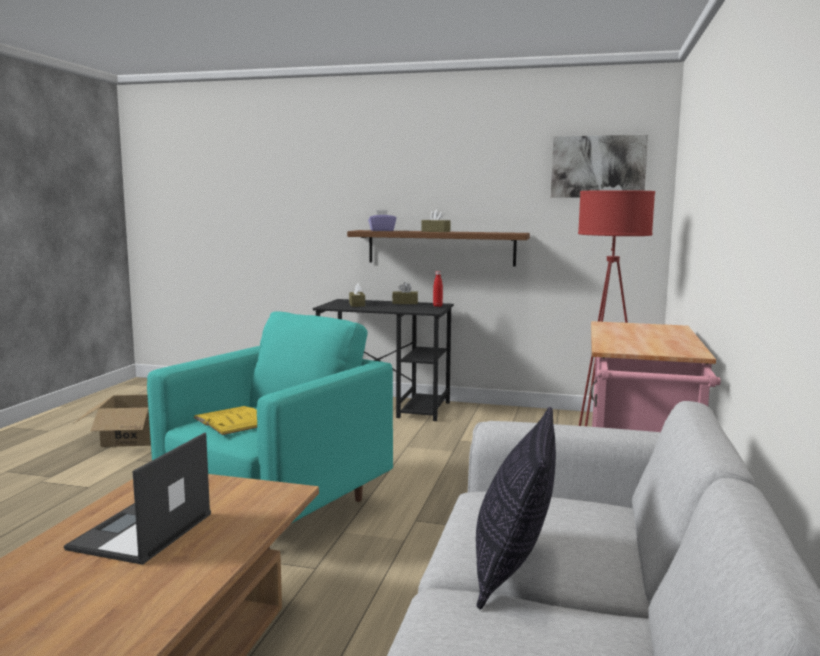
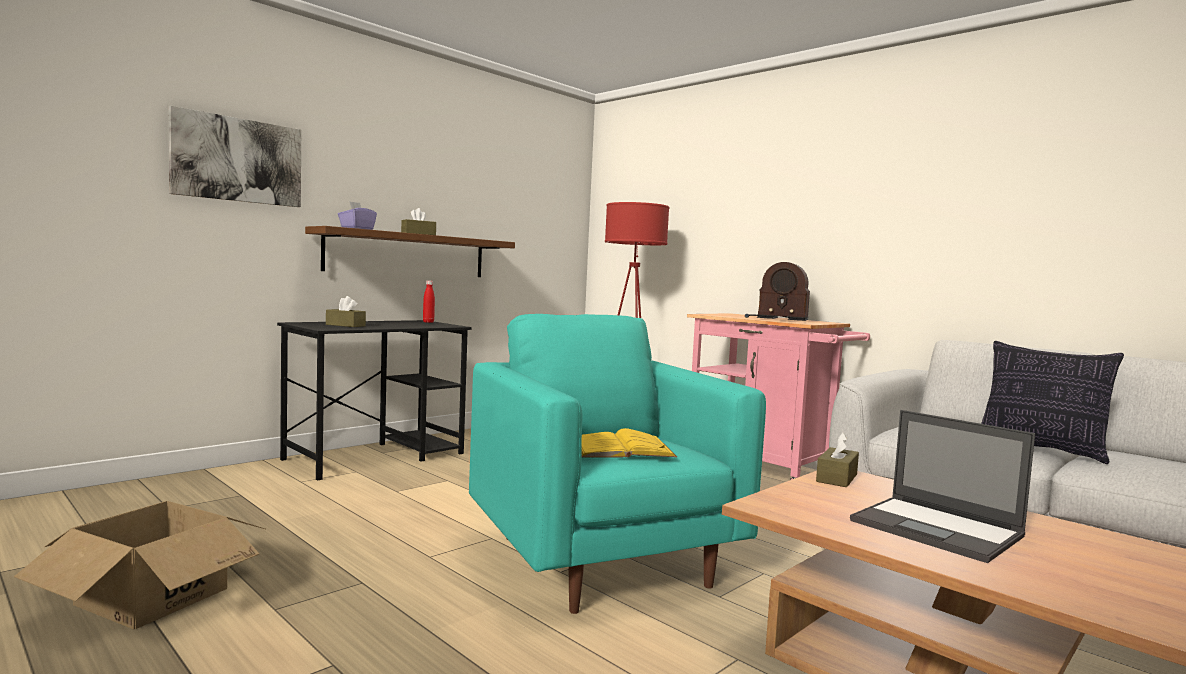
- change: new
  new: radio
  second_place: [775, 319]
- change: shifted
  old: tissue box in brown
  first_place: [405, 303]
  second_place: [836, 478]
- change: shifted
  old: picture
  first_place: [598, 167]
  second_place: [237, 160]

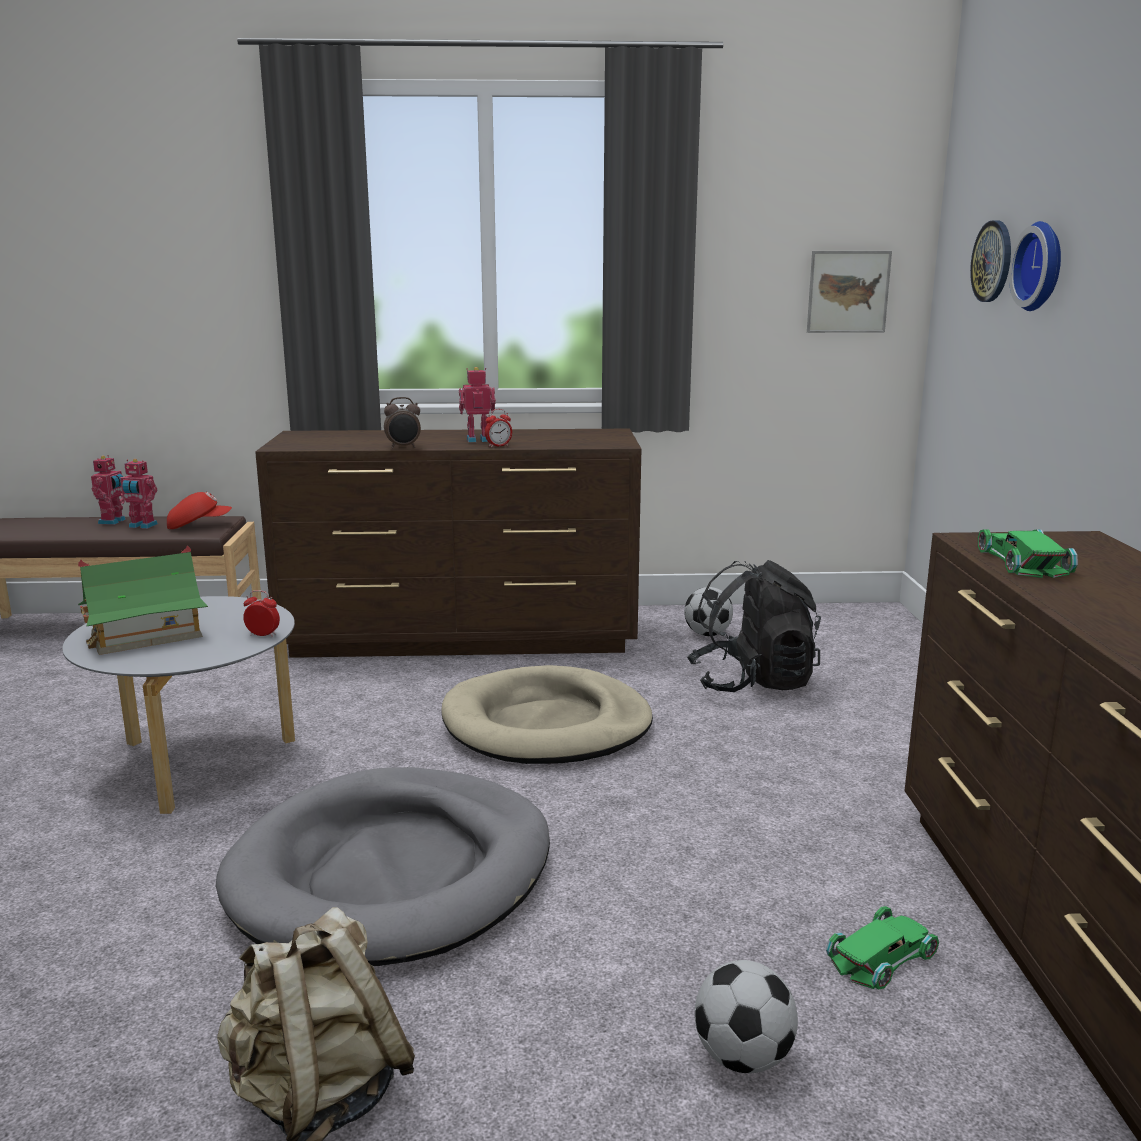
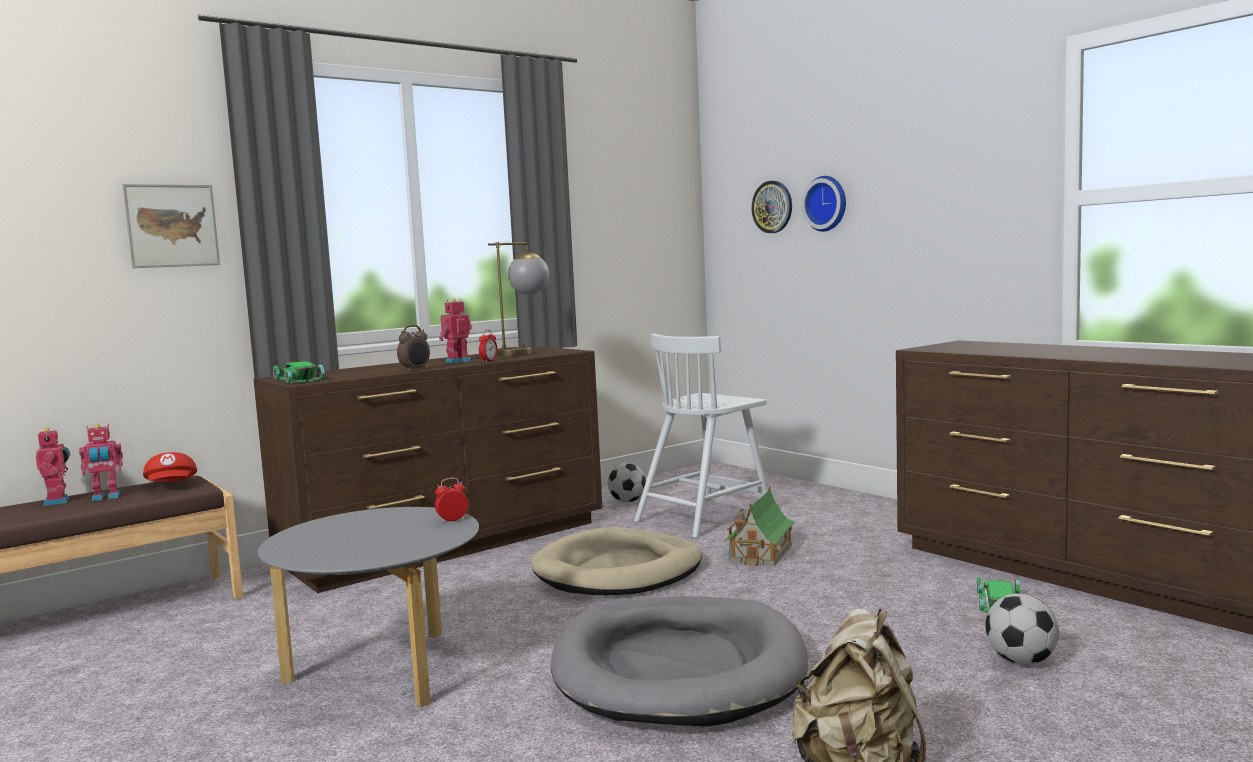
- change: new
  new: table lamp
  second_place: [525, 353]
- change: shifted
  old: toy house
  first_place: [145, 635]
  second_place: [761, 553]
- change: shifted
  old: picture
  first_place: [848, 291]
  second_place: [172, 225]
- change: shifted
  old: toy car in green
  first_place: [1024, 562]
  second_place: [299, 379]
- change: swapped
  old: backpack in black
  new: chair in white
  first_place: [752, 683]
  second_place: [705, 516]
- change: rotated
  old: cap in red
  first_place: [198, 525]
  second_place: [172, 486]
  degrees: 120

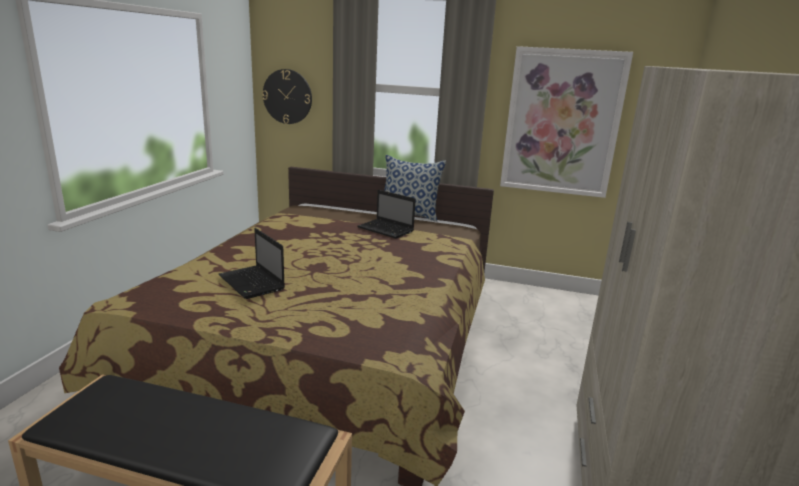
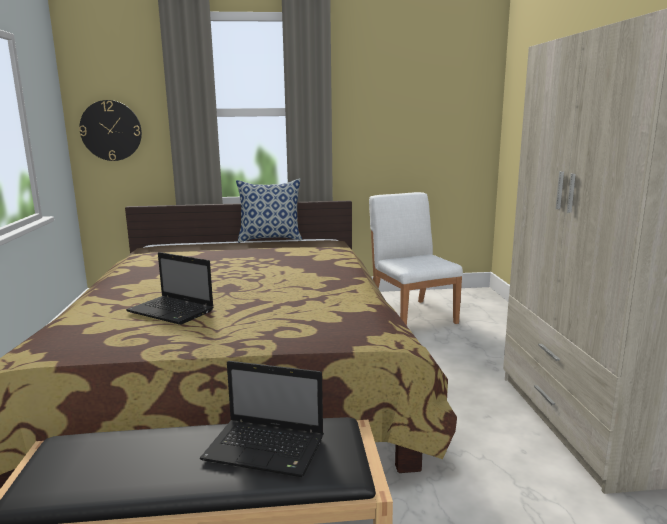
- change: gone
  old: picture
  first_place: [561, 123]
- change: new
  new: chair in white
  second_place: [412, 315]
- change: shifted
  old: laptop
  first_place: [386, 230]
  second_place: [267, 449]

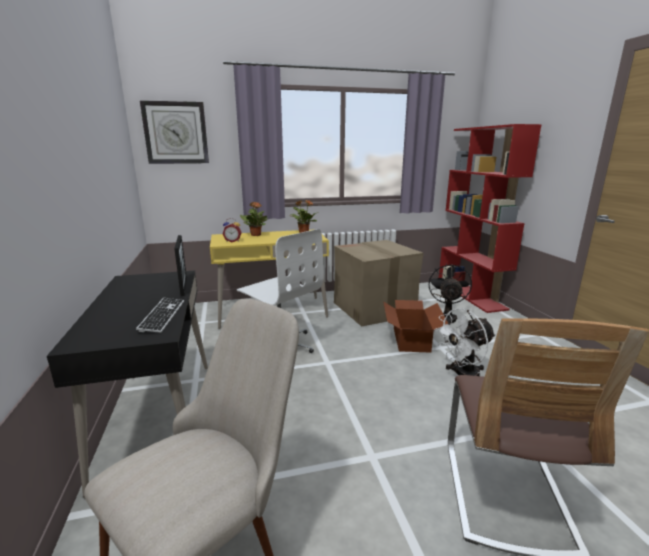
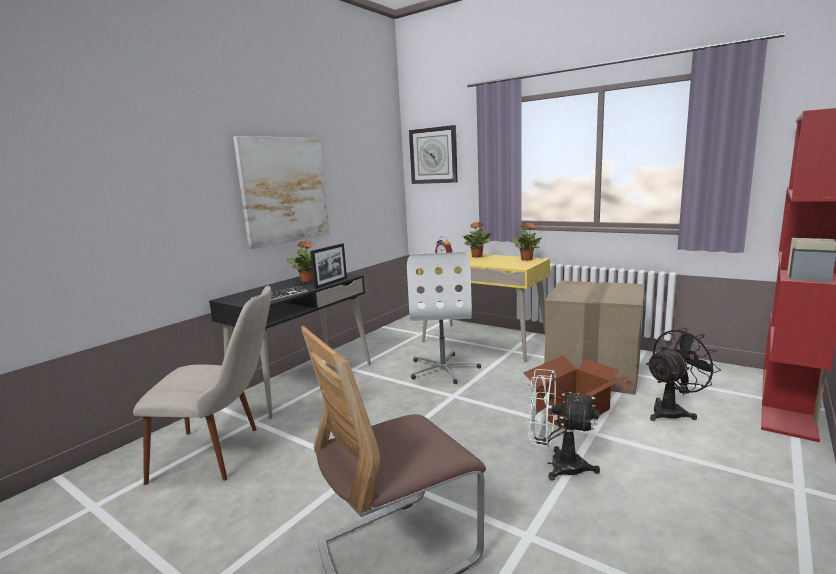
- change: new
  new: picture
  second_place: [284, 190]
- change: new
  new: potted plant
  second_place: [307, 281]

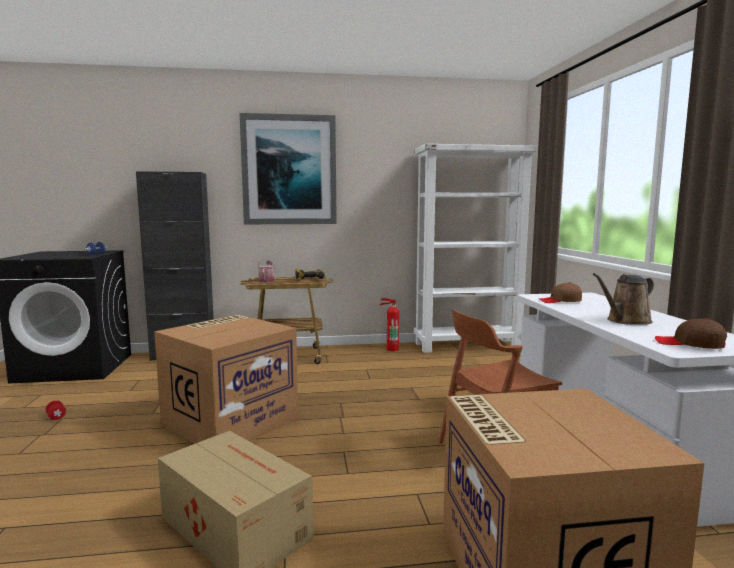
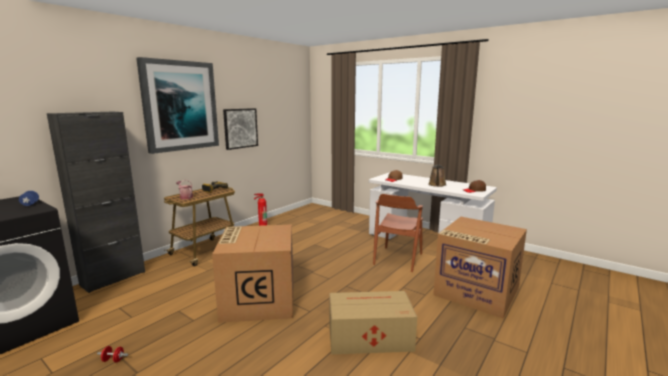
- change: gone
  old: bookcase in white
  first_place: [468, 345]
- change: new
  new: picture
  second_place: [240, 128]

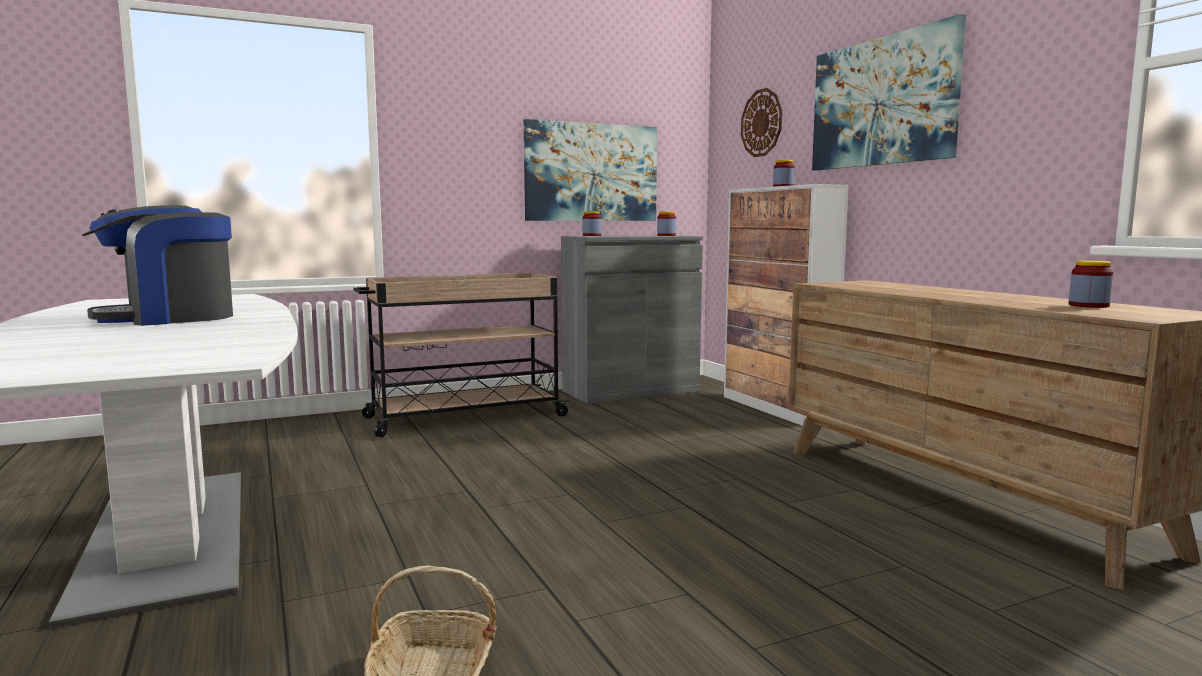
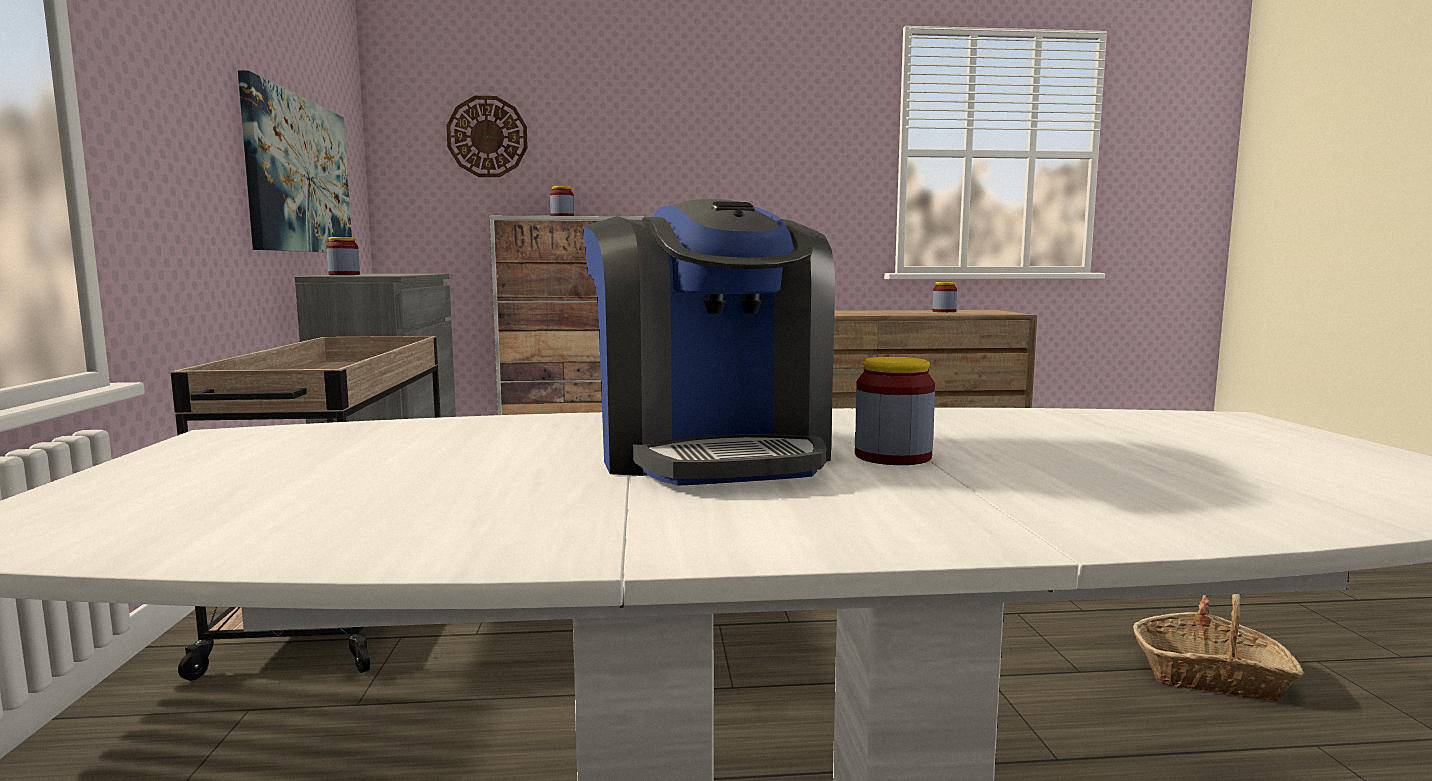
- change: gone
  old: picture
  first_place: [882, 102]
- change: shifted
  old: jar
  first_place: [666, 235]
  second_place: [893, 456]

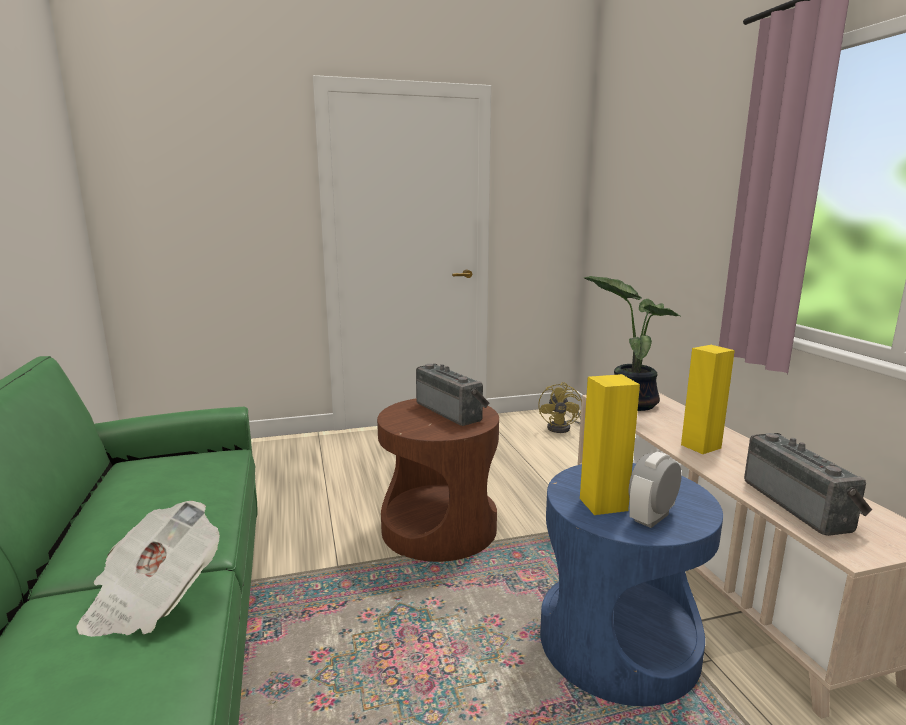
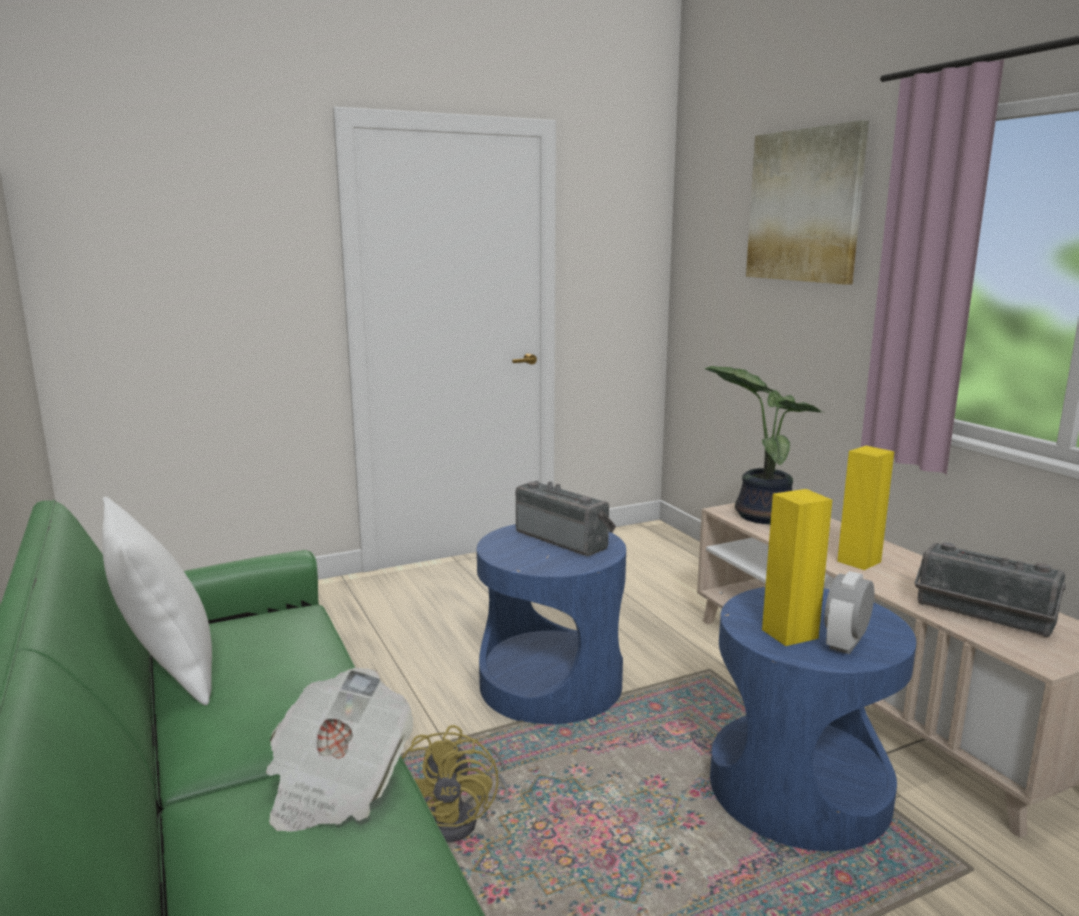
- change: new
  new: pillow in white
  second_place: [167, 670]
- change: new
  new: picture
  second_place: [804, 206]
- change: shifted
  old: fan in yellow
  first_place: [562, 428]
  second_place: [461, 819]
- change: repainted
  old: side table in brown
  new: side table in blue
  first_place: [439, 528]
  second_place: [551, 684]
- change: rotated
  old: radio
  first_place: [800, 505]
  second_place: [982, 617]
  degrees: 150

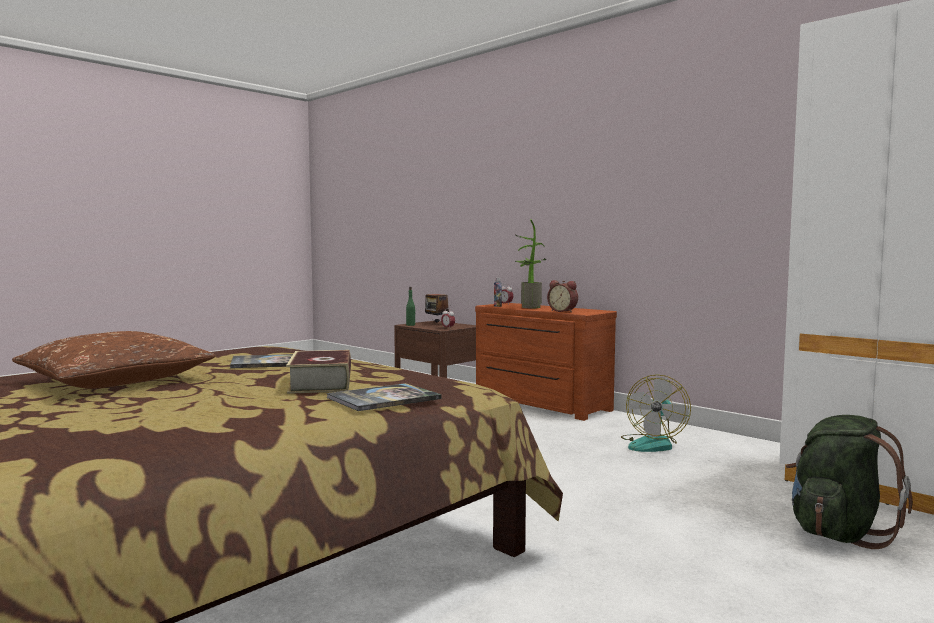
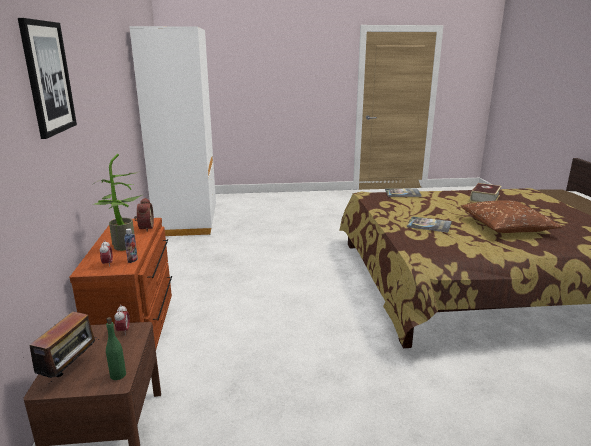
- change: gone
  old: fan
  first_place: [653, 444]
- change: gone
  old: backpack in green
  first_place: [838, 532]
- change: new
  new: picture
  second_place: [48, 78]
- change: shifted
  old: book
  first_place: [321, 383]
  second_place: [485, 198]

